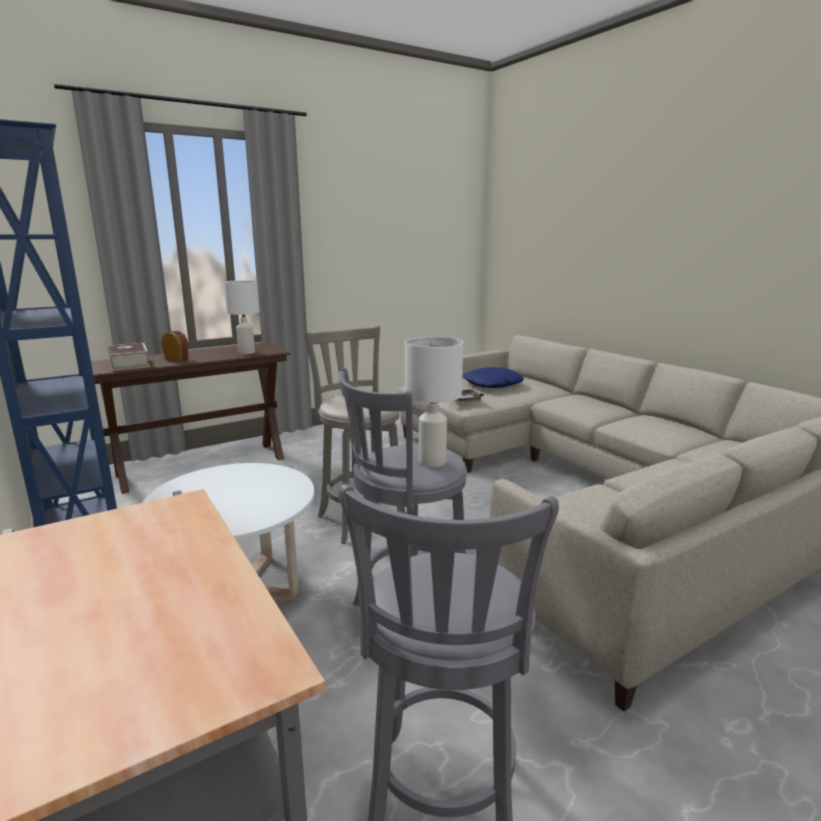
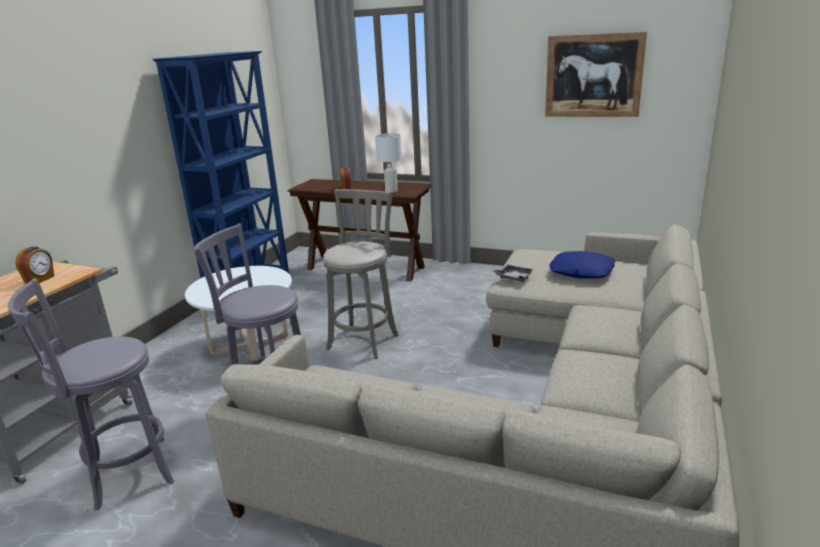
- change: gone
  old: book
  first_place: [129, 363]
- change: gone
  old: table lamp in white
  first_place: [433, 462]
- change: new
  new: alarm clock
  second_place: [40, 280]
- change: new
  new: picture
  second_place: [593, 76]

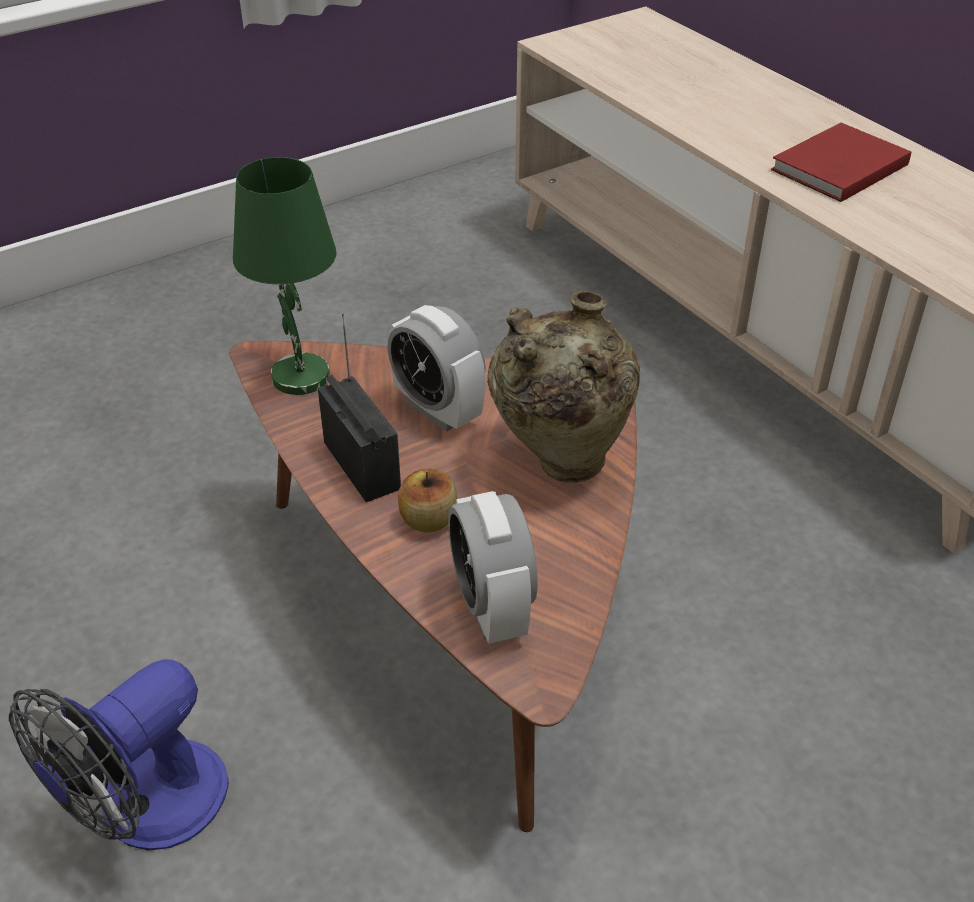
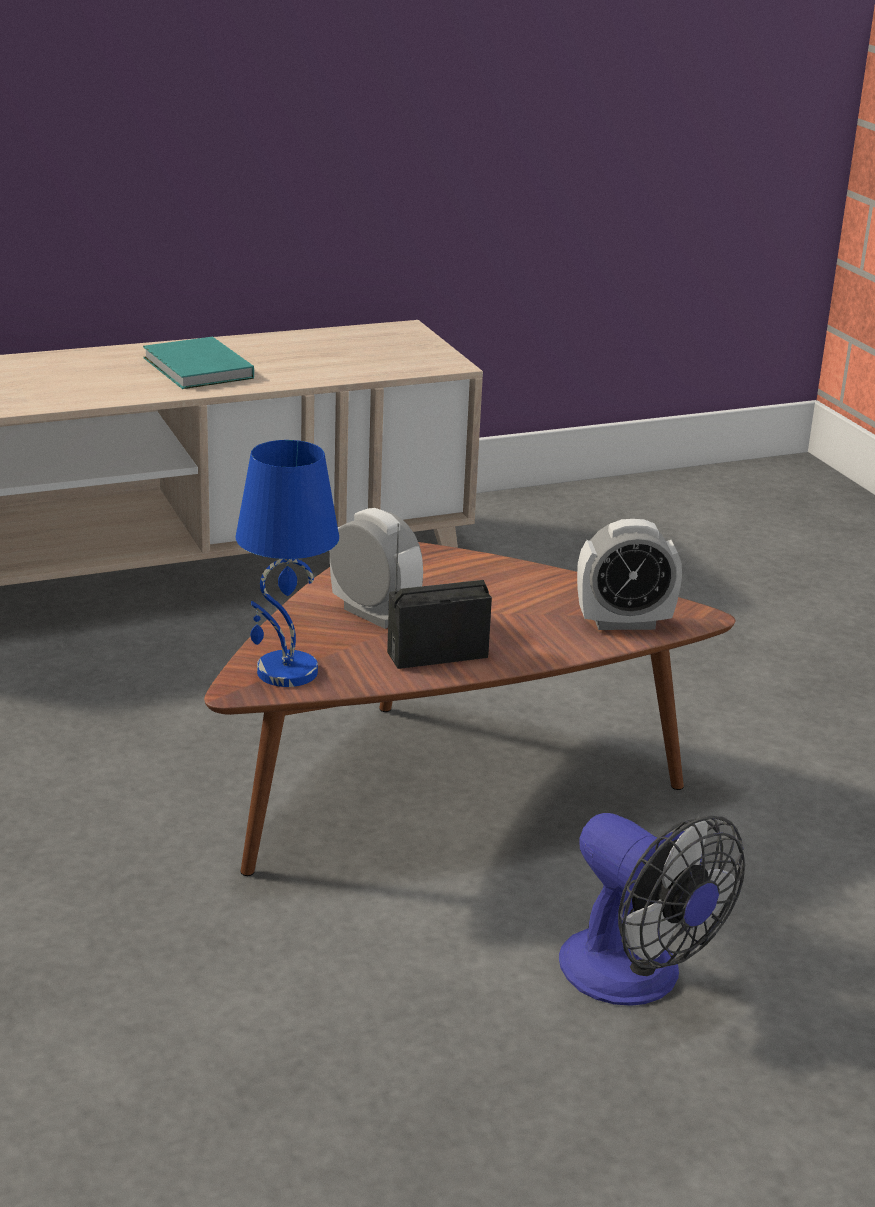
- change: gone
  old: apple
  first_place: [428, 520]
- change: gone
  old: vase in beige
  first_place: [559, 464]
- change: repainted
  old: table lamp in green
  new: table lamp in blue
  first_place: [299, 376]
  second_place: [285, 672]
- change: repainted
  old: book in red
  new: book in turquoise
  first_place: [836, 167]
  second_place: [197, 369]
- change: rotated
  old: alarm clock
  first_place: [438, 410]
  second_place: [374, 614]
  degrees: -105

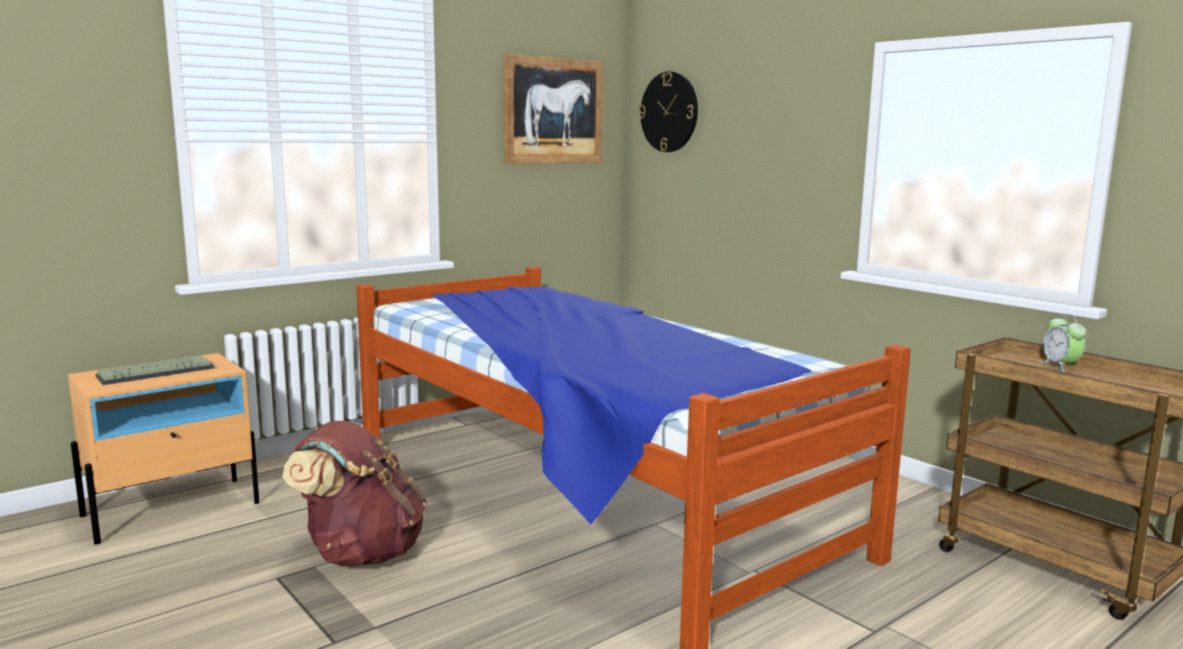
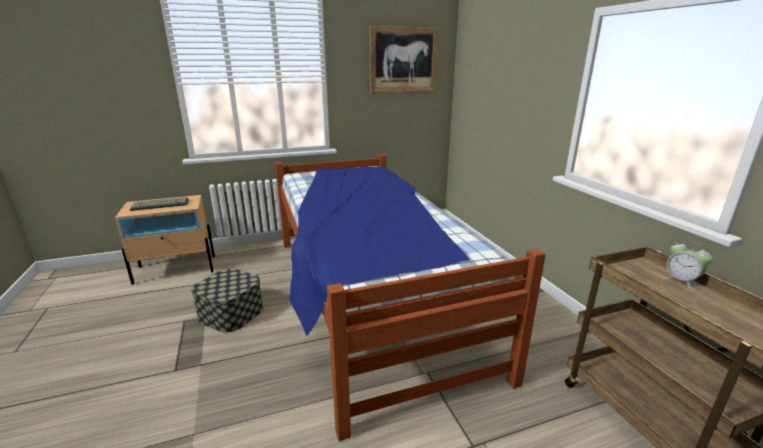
- change: gone
  old: wall clock
  first_place: [669, 112]
- change: swapped
  old: backpack in brown
  new: storage box
  first_place: [361, 554]
  second_place: [231, 313]
- change: rotated
  old: alarm clock
  first_place: [1060, 366]
  second_place: [681, 281]
  degrees: -45

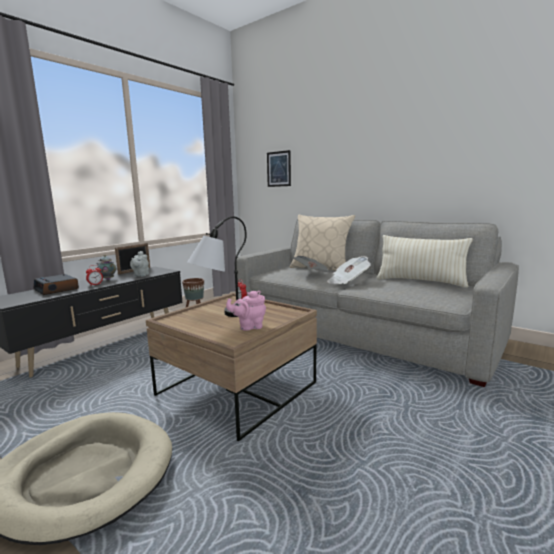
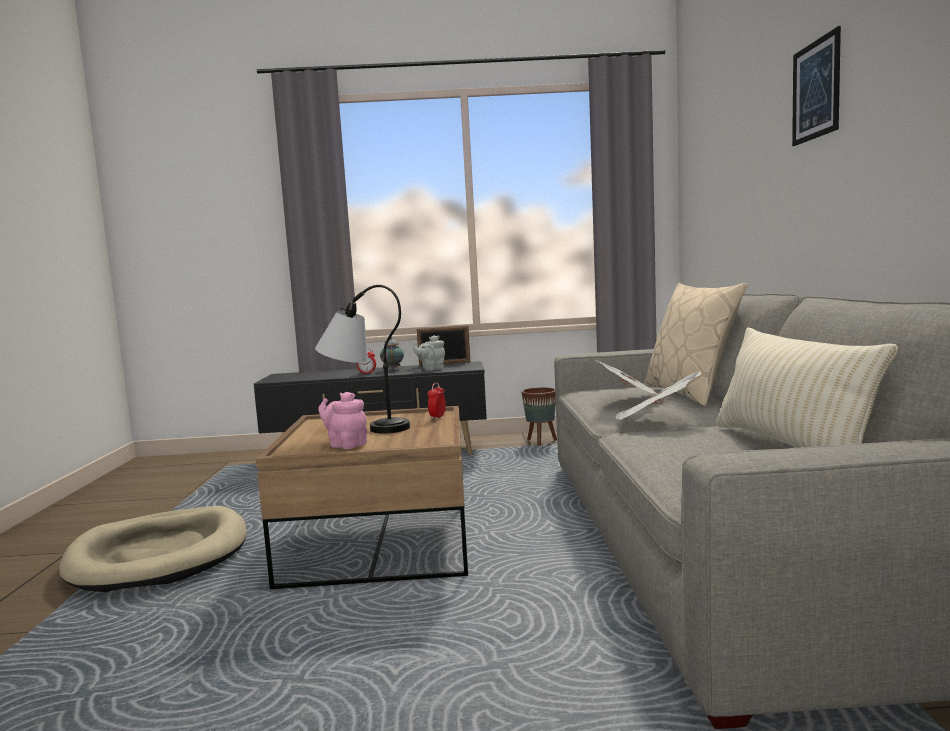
- change: gone
  old: alarm clock
  first_place: [57, 289]
- change: shifted
  old: picture
  first_place: [278, 169]
  second_place: [816, 90]

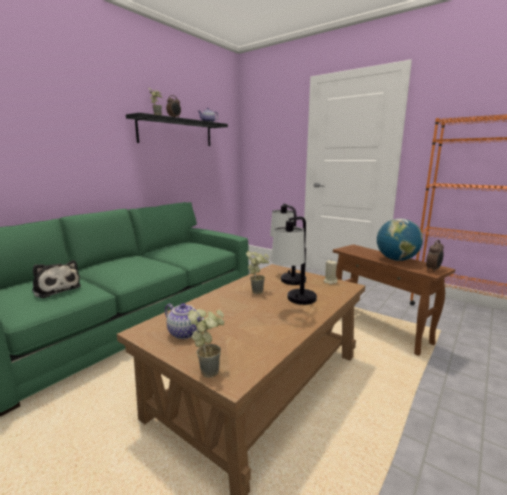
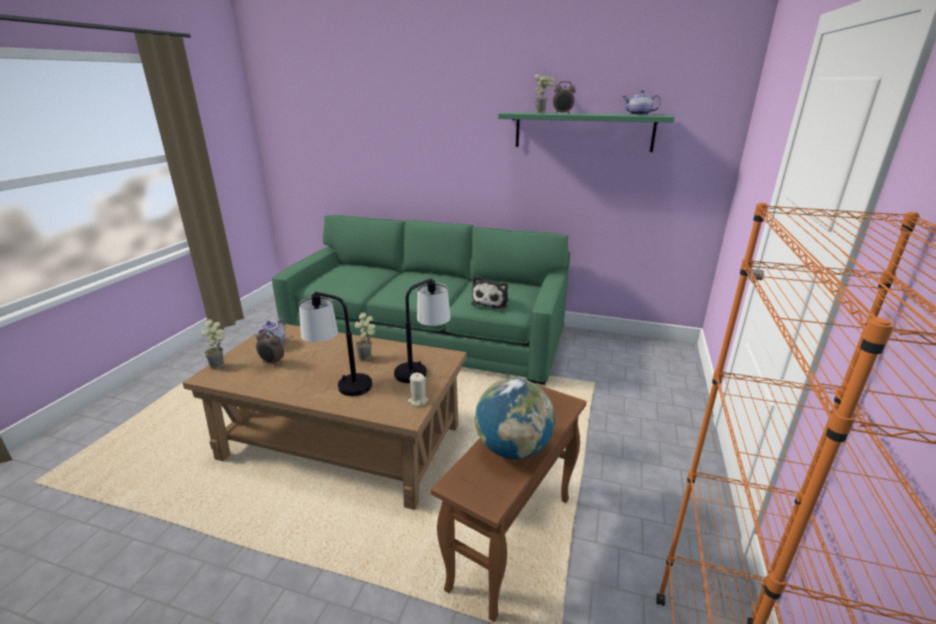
- change: shifted
  old: plush toy
  first_place: [56, 289]
  second_place: [491, 302]
- change: shifted
  old: alarm clock
  first_place: [433, 270]
  second_place: [272, 363]
- change: repainted
  old: shelf in black
  new: shelf in green
  first_place: [176, 132]
  second_place: [583, 131]

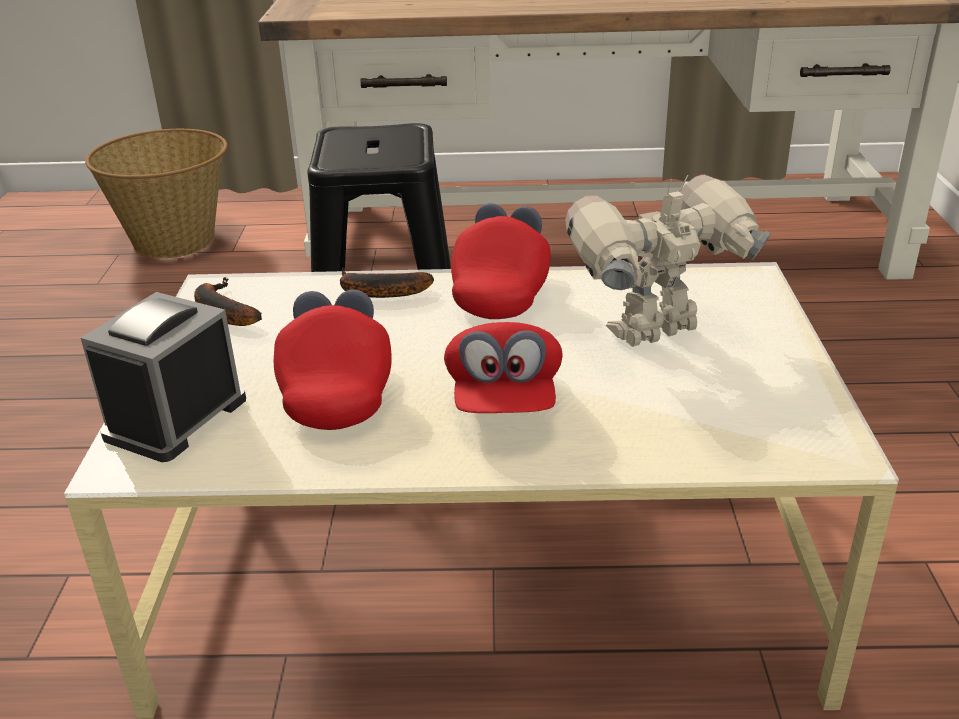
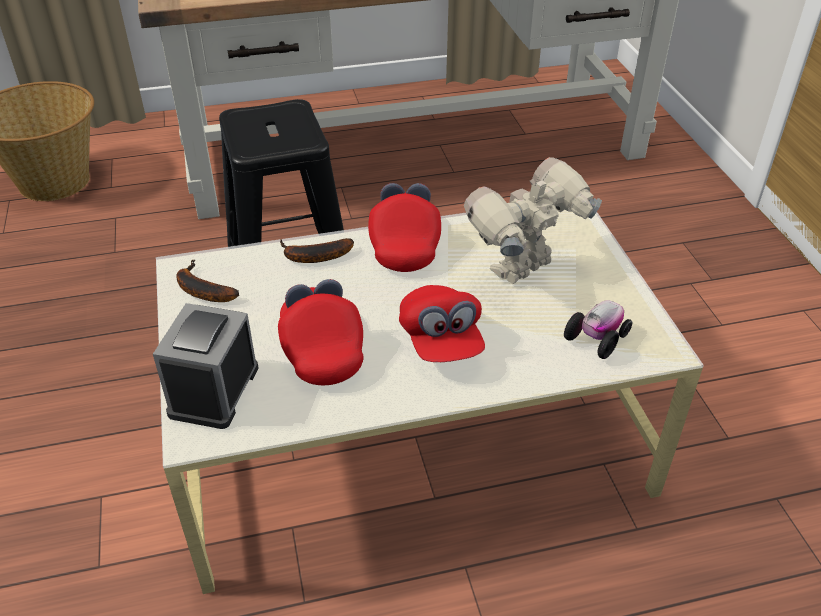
- change: new
  new: toy car
  second_place: [597, 338]

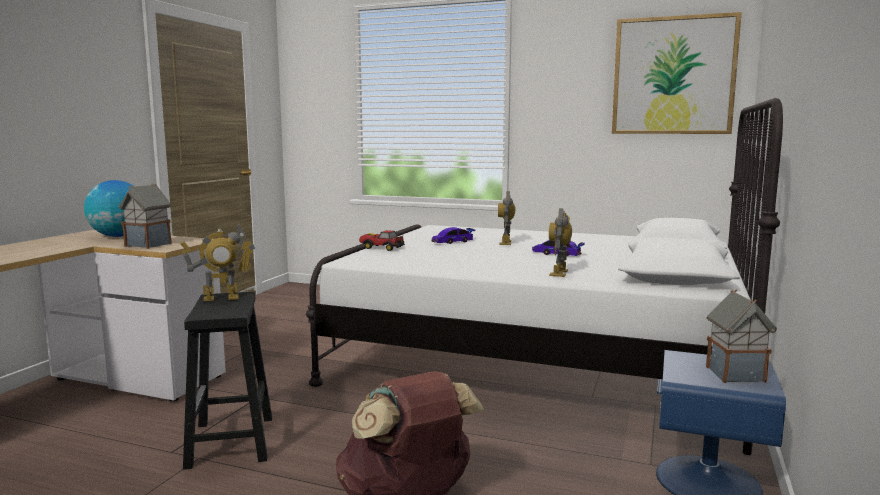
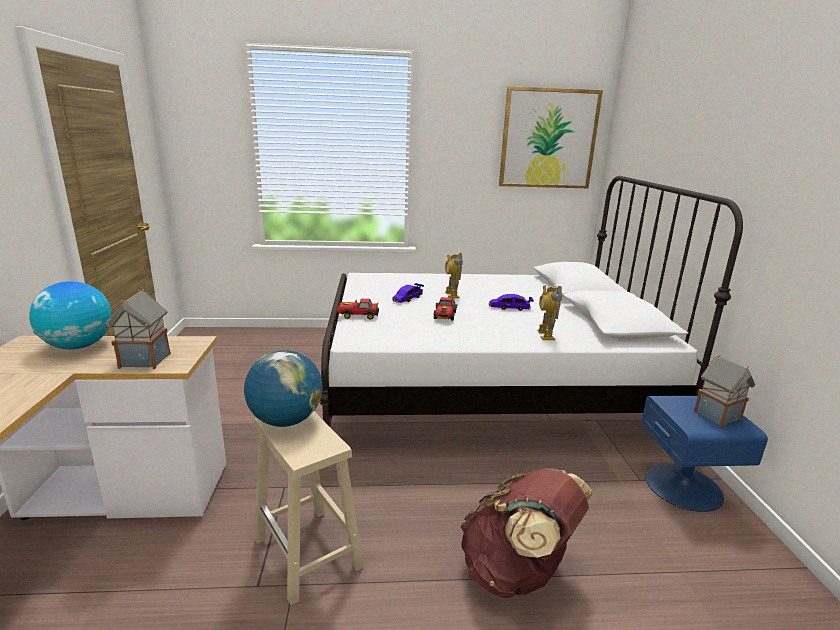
- change: new
  new: toy car
  second_place: [444, 316]
- change: swapped
  old: toy robot
  new: globe
  first_place: [221, 298]
  second_place: [286, 421]
- change: repainted
  old: stool in black
  new: stool in beige
  first_place: [231, 442]
  second_place: [308, 554]

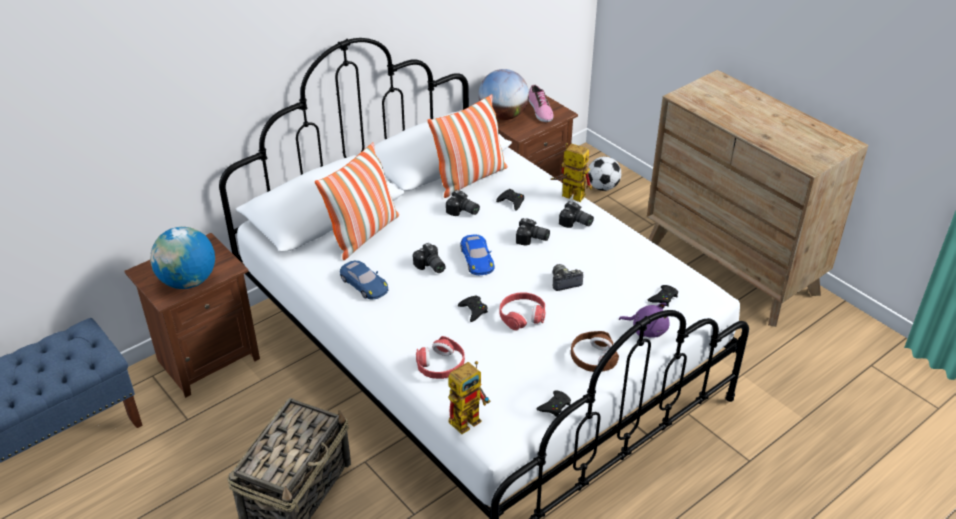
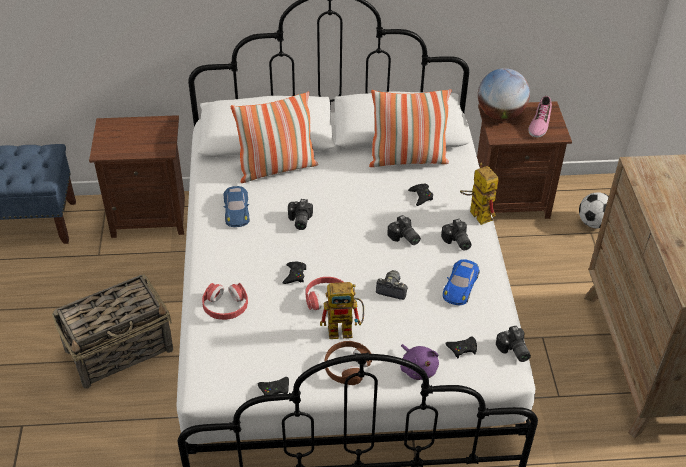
- change: gone
  old: globe
  first_place: [188, 281]
- change: shifted
  old: photo camera
  first_place: [463, 211]
  second_place: [513, 351]
- change: shifted
  old: toy robot
  first_place: [469, 417]
  second_place: [345, 329]
- change: shifted
  old: toy car in blue
  first_place: [477, 259]
  second_place: [460, 285]

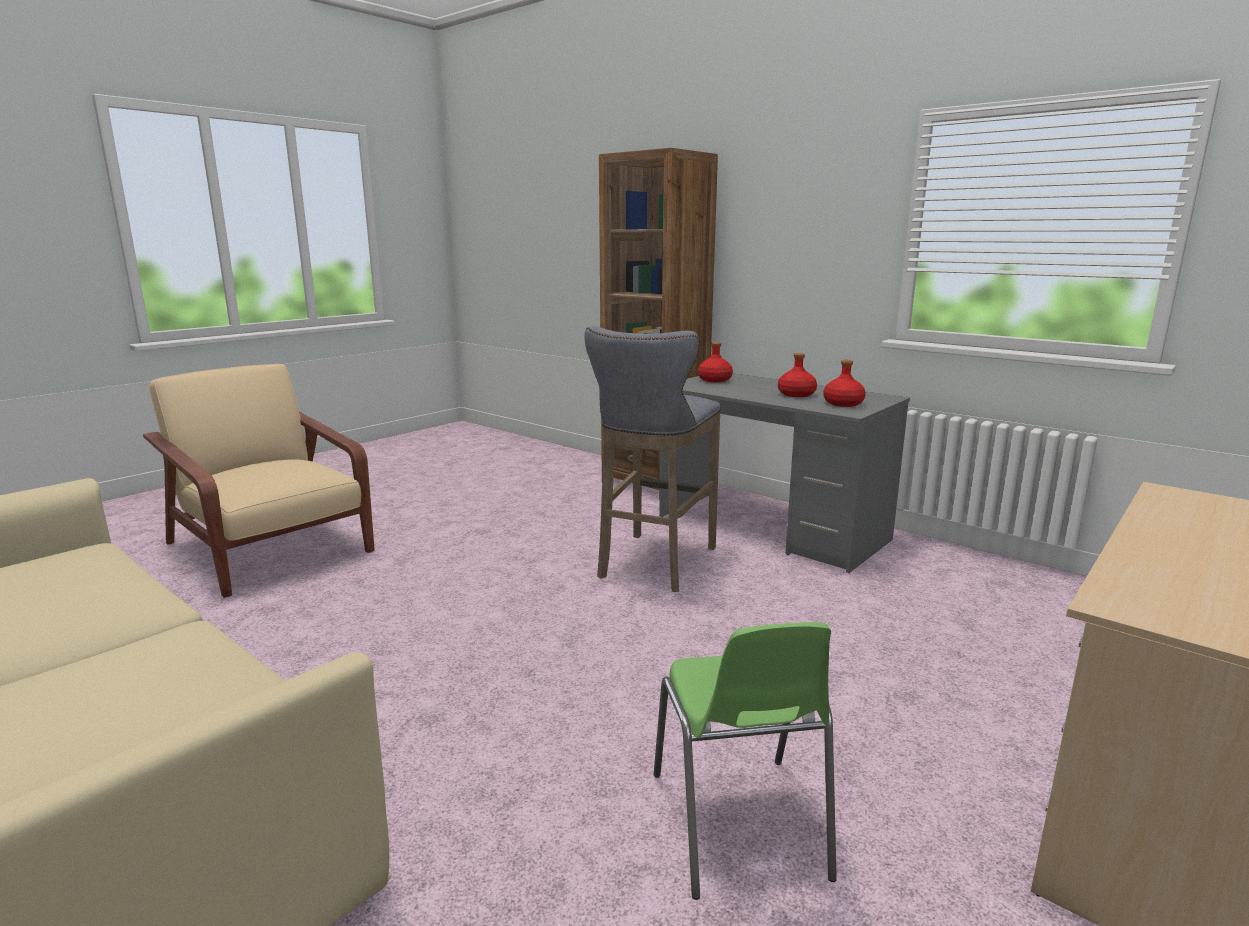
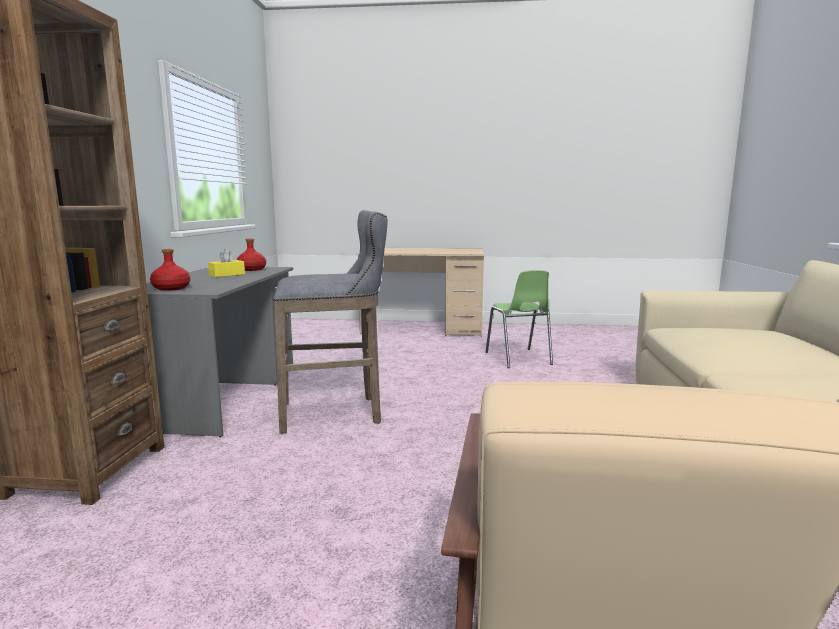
- change: swapped
  old: bottle in red
  new: tissue box in yellow
  first_place: [797, 394]
  second_place: [227, 275]
- change: rotated
  old: chair in green
  first_place: [738, 825]
  second_place: [518, 358]
  degrees: 120

